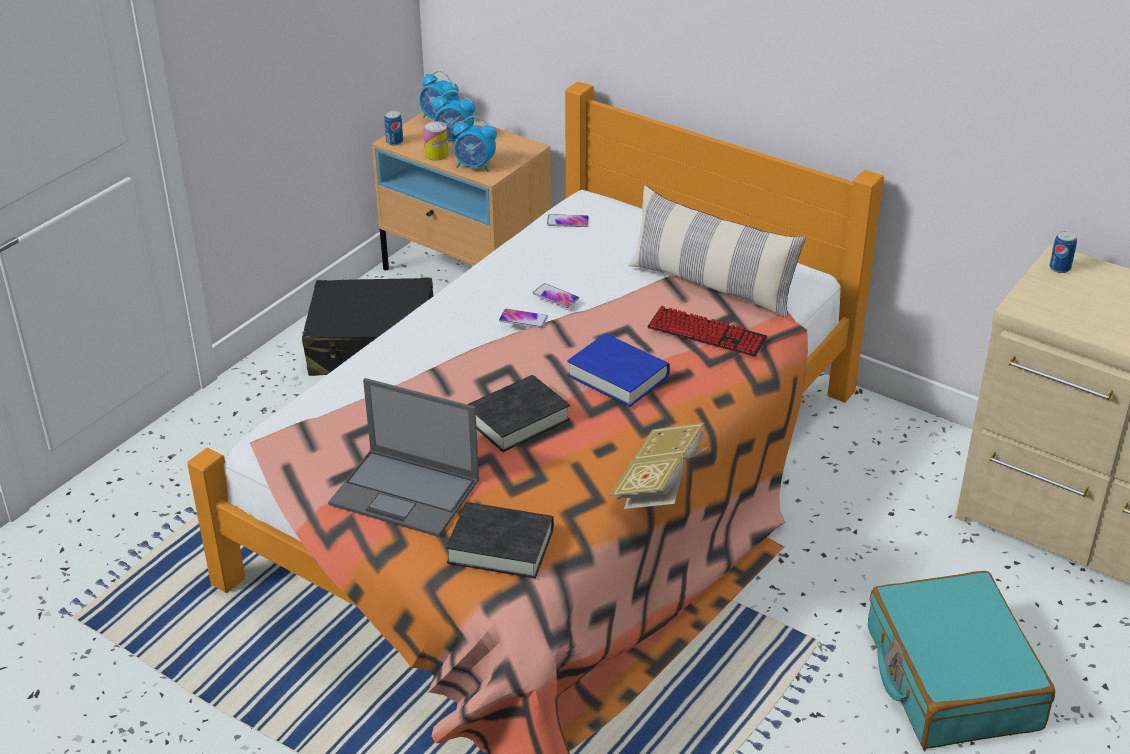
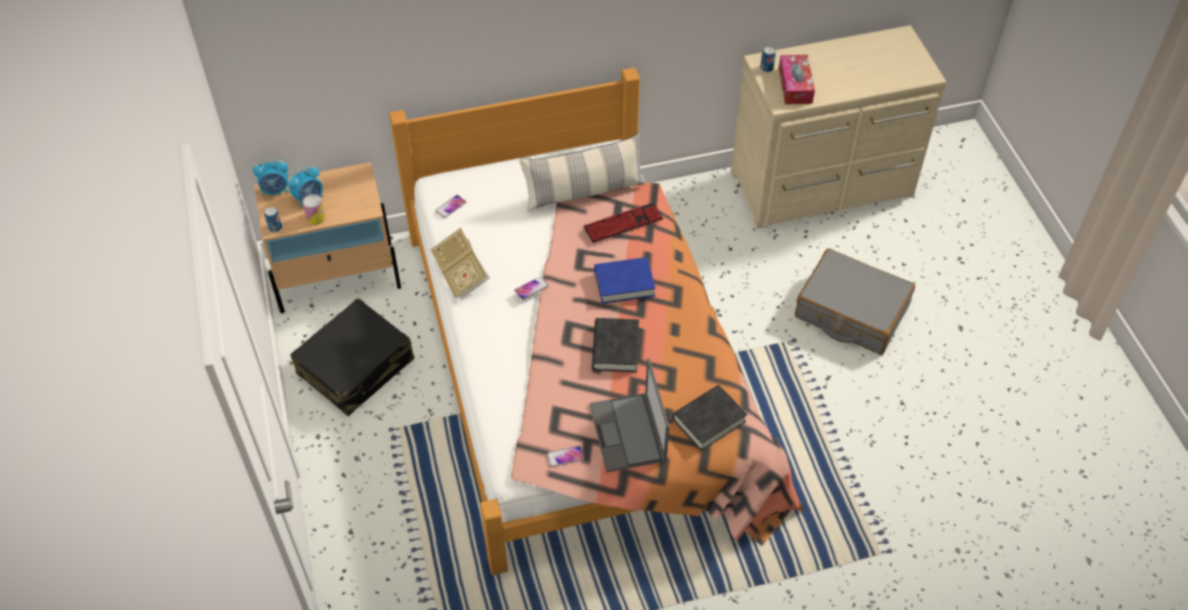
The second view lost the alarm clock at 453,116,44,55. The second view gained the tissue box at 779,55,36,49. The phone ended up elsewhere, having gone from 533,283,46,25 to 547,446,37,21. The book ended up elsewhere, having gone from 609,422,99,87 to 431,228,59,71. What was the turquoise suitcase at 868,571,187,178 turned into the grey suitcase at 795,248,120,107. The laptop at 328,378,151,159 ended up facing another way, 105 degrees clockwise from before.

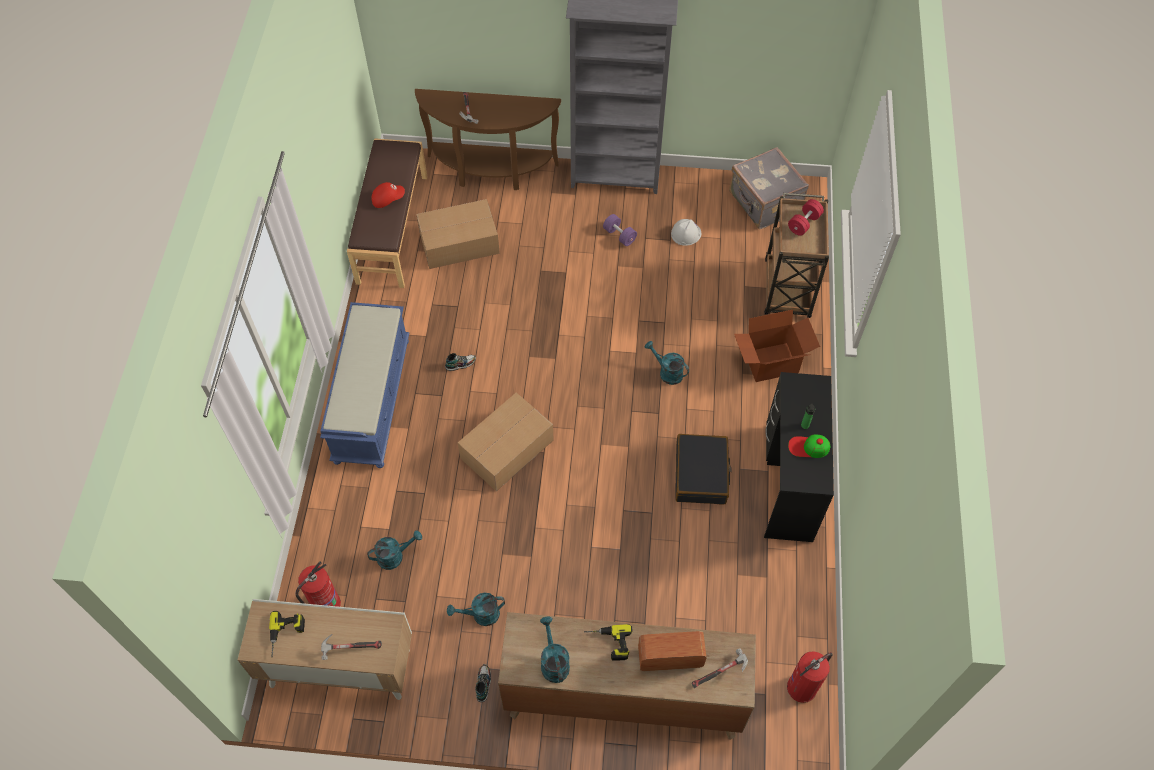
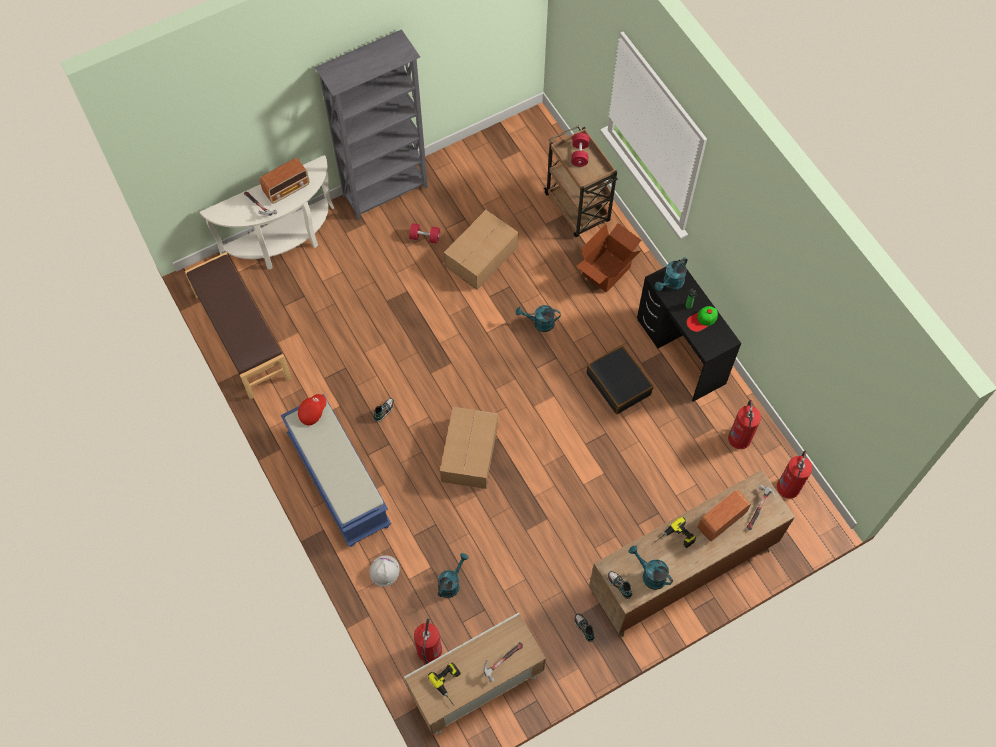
The second view lost the grey suitcase at 729,147,80,82. The second view gained the radio at 260,158,49,46. The second view gained the shoe at 607,571,25,28. The second view gained the fire extinguisher at 728,400,33,49. The red cap ended up elsewhere, having gone from 372,182,33,26 to 298,394,29,31. The cardboard box ended up elsewhere, having gone from 416,199,84,70 to 444,210,75,80. The turquoise watering can ended up elsewhere, having gone from 447,593,58,33 to 655,257,33,34. The white hard hat ended up elsewhere, having gone from 671,219,30,27 to 369,555,31,32. What was the brown console table at 415,89,146,101 turned into the white console table at 200,155,134,114. What was the purple dumbbell at 603,214,34,32 turned into the red dumbbell at 409,223,31,21.

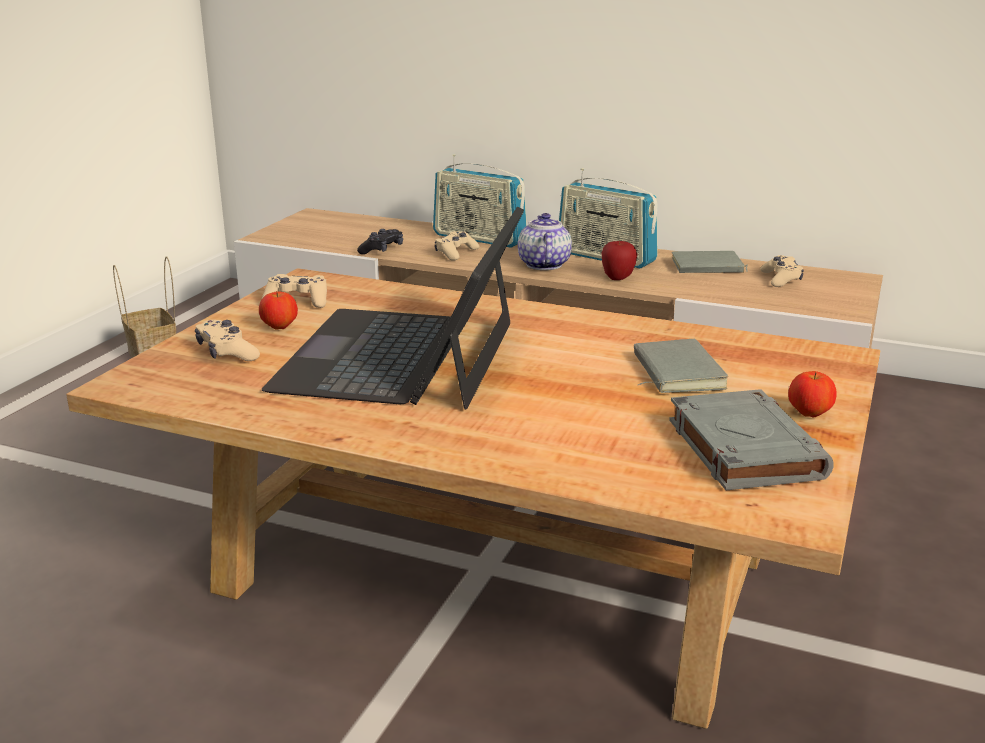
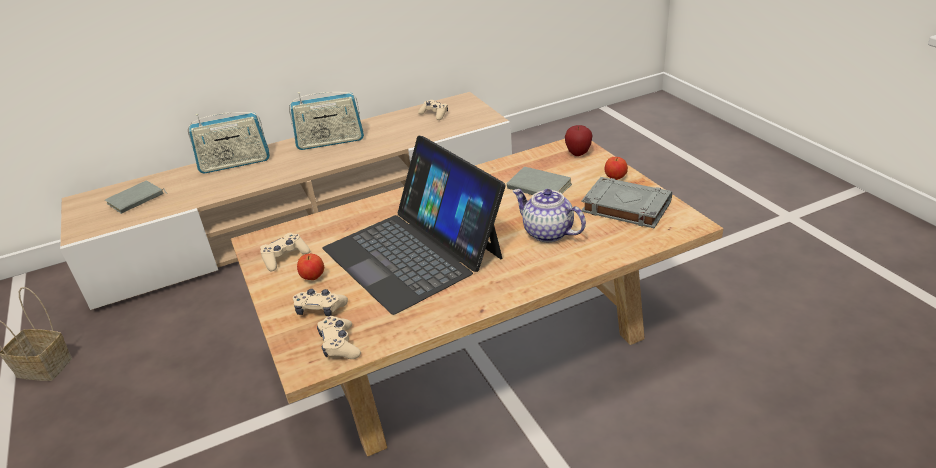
The second view lost the black game controller at 357,229,46,25. The beige game controller ended up elsewhere, having gone from 435,231,44,30 to 317,316,44,43. The teapot ended up elsewhere, having gone from 518,213,54,57 to 513,189,73,53. The apple ended up elsewhere, having gone from 601,240,36,40 to 565,125,28,31. The grey book ended up elsewhere, having gone from 672,251,76,22 to 105,181,63,33.

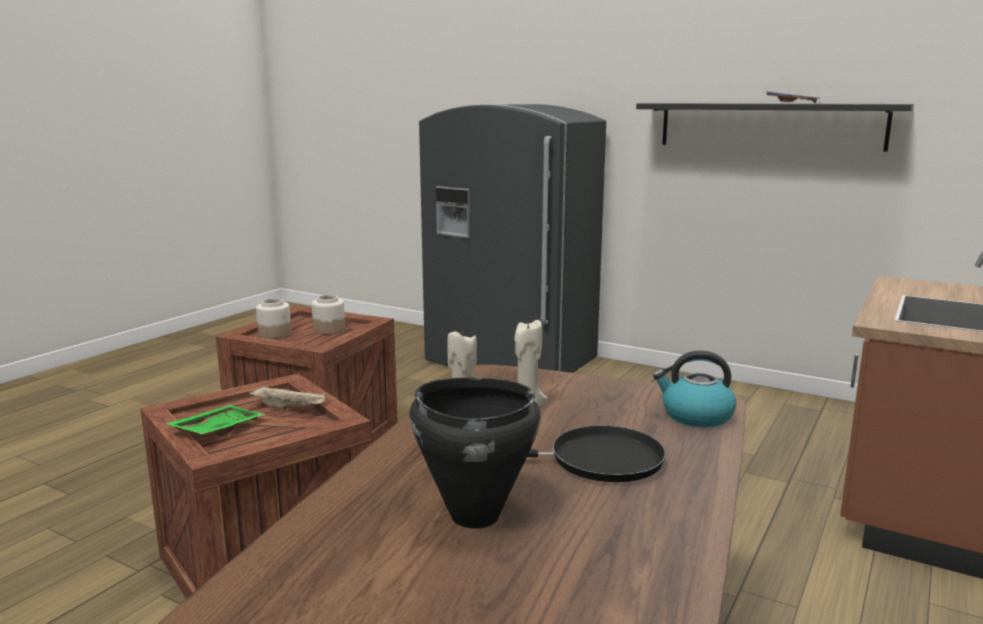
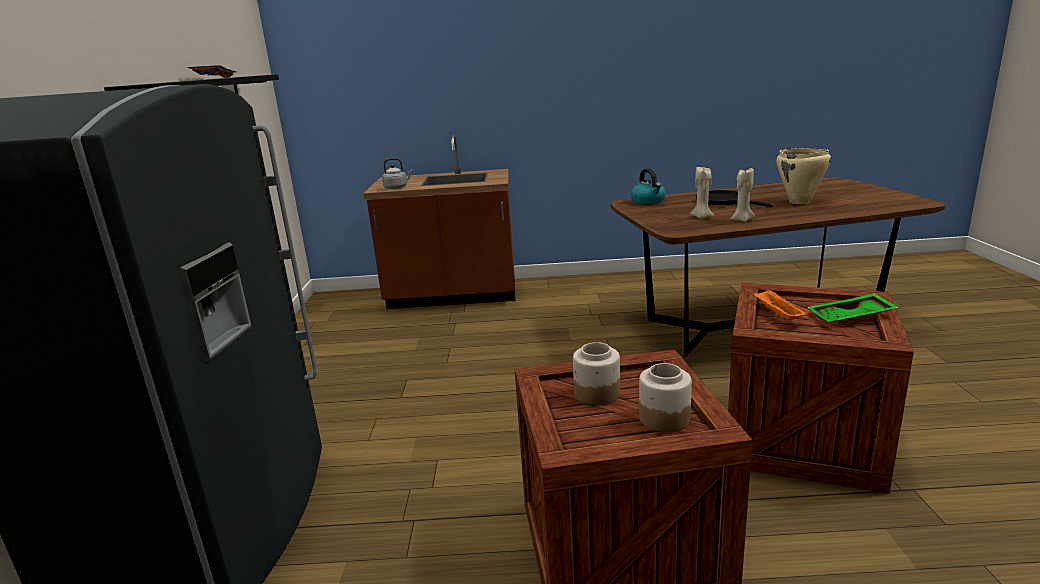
The second view gained the grey kettle at 382,158,31,31. What was the beige tray at 249,386,78,24 turned into the orange tray at 752,289,57,31. What was the black cooking pot at 409,377,132,152 turned into the beige cooking pot at 776,148,55,56.

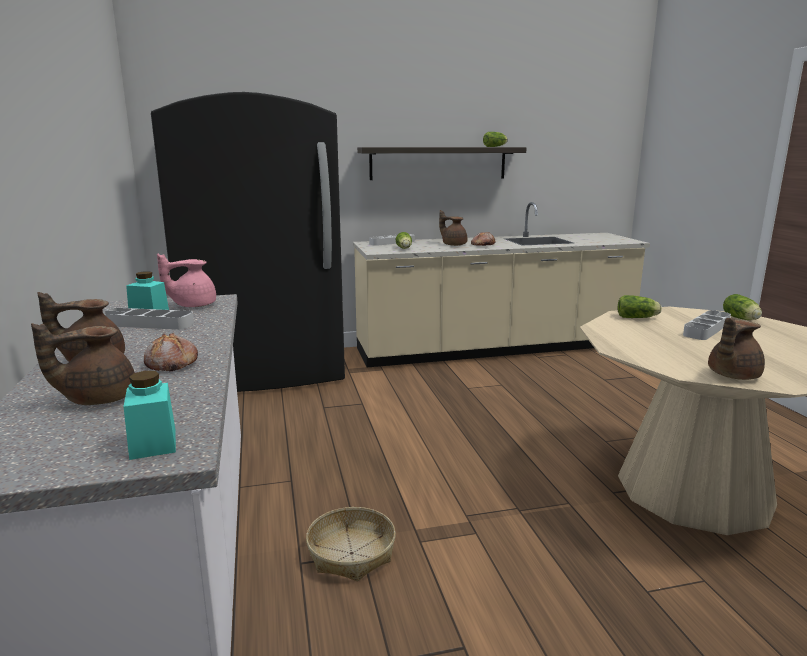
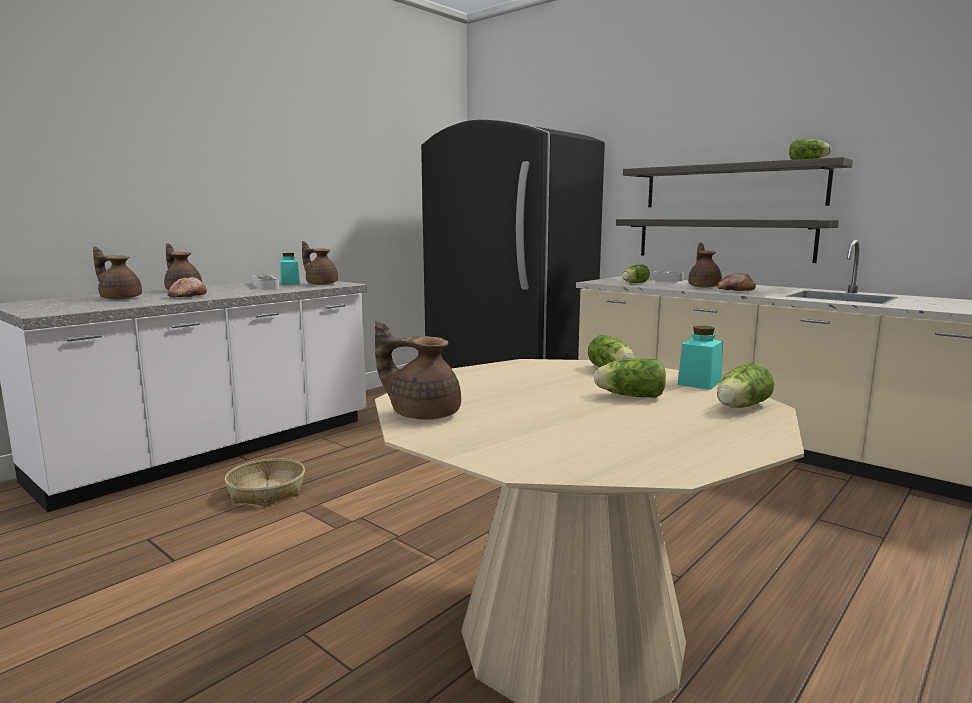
The second view gained the shelf at 616,219,223,44. The turquoise jar ended up elsewhere, having gone from 124,371,52,89 to 678,326,45,64. Where the grey tray stood at 683,310,48,30, the lettuce came to stand at 594,358,72,40. What was the pink teapot at 157,254,59,53 turned into the brown teapot at 302,241,36,44.

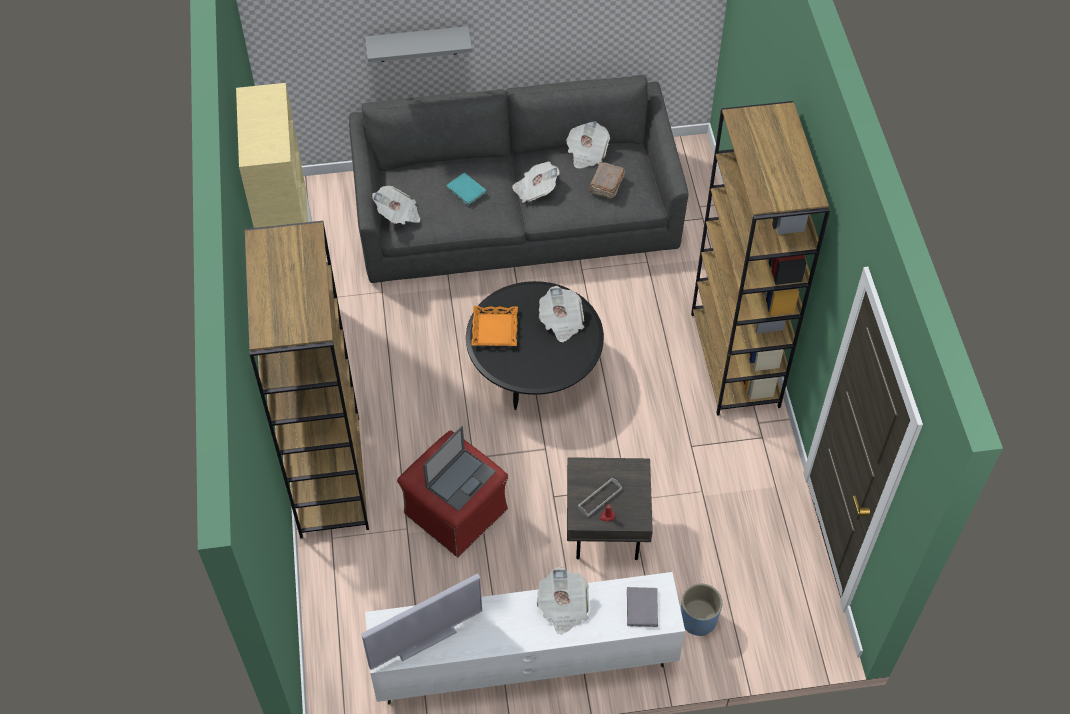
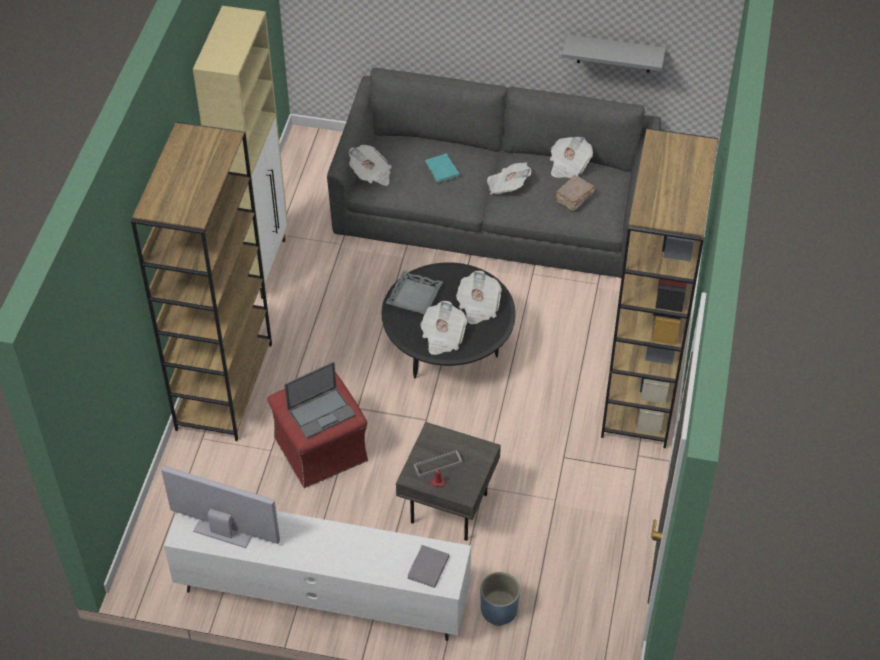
The grey shelf ended up elsewhere, having gone from 365,26,107,36 to 562,34,104,39. The newspaper ended up elsewhere, having gone from 537,567,53,68 to 420,301,47,54. What was the orange tray at 471,306,47,40 turned into the grey tray at 386,270,57,45. The television at 361,574,121,96 ended up facing another way, 150 degrees counterclockwise from before.

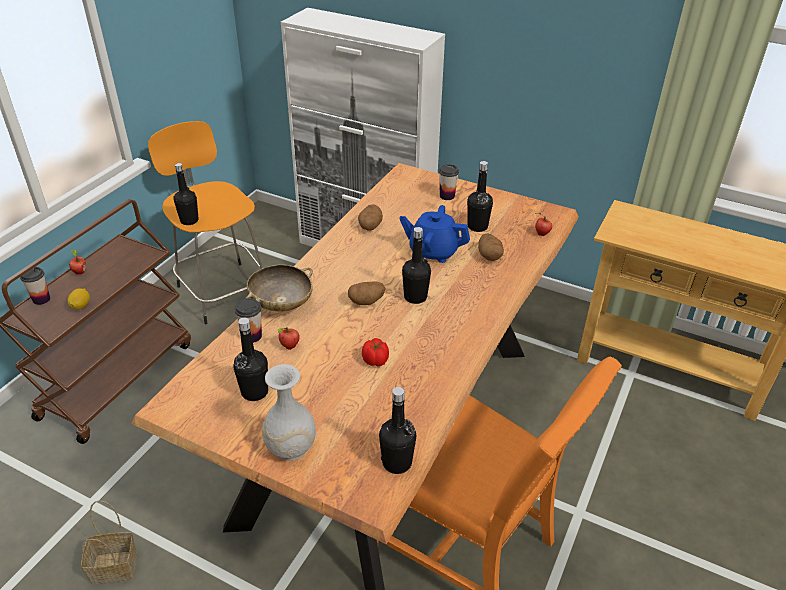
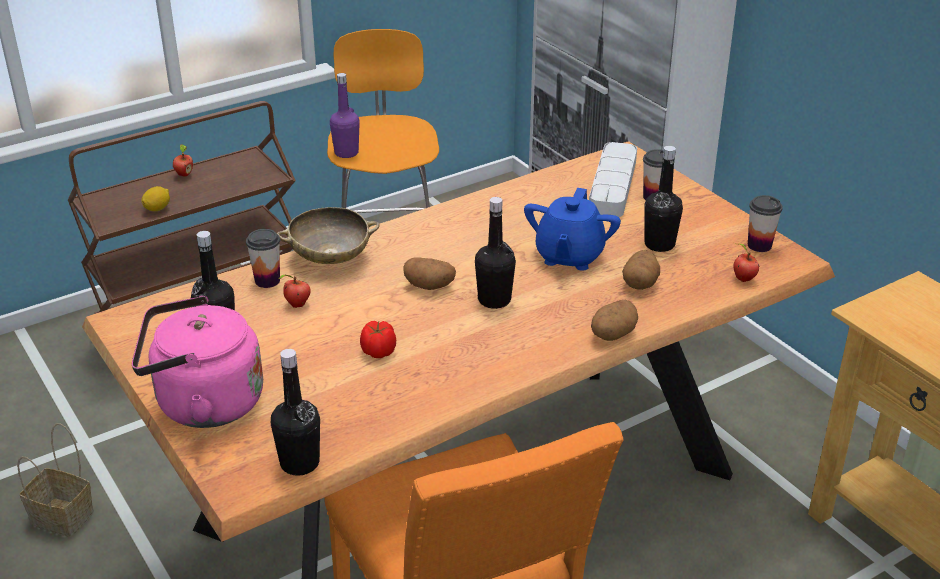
The second view gained the grey tray at 589,142,48,75. The cup ended up elsewhere, having gone from 20,267,30,38 to 748,195,35,57. The potato ended up elsewhere, having gone from 358,204,25,26 to 591,300,47,41. Where the white vase stood at 262,364,54,97, the pink kettle came to stand at 132,296,131,132. What was the black bottle at 174,163,25,62 turned into the purple bottle at 330,73,30,85. The blue teapot at 399,205,71,58 ended up facing another way, 120 degrees counterclockwise from before.

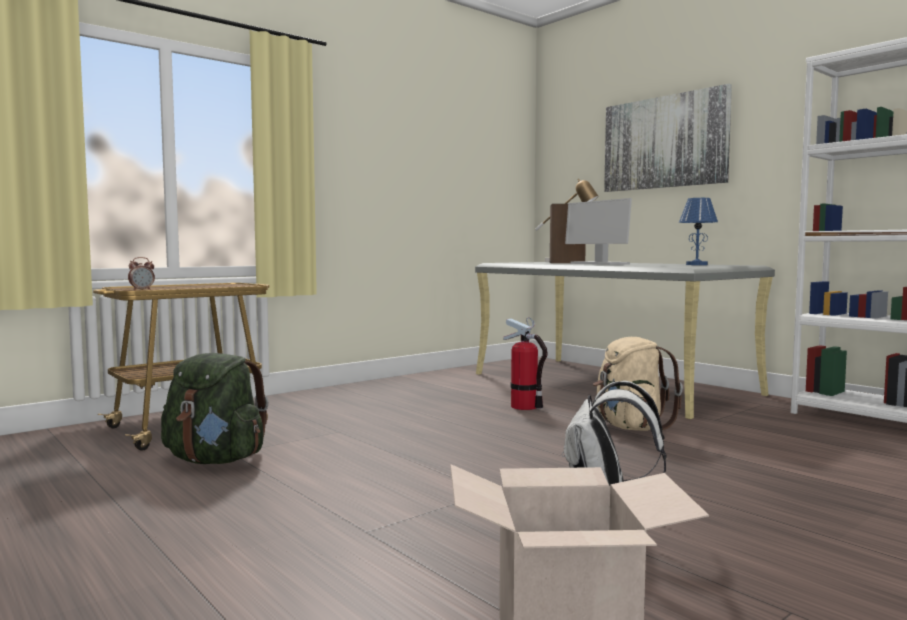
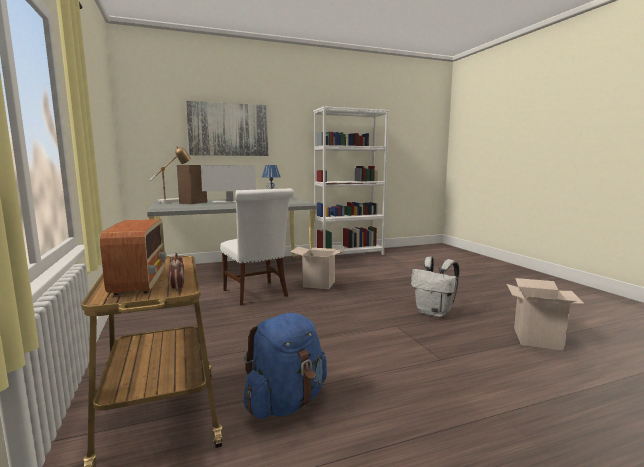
The second view gained the radio at 100,219,66,76. Where the fire extinguisher stood at 504,317,43,93, the white chair came to stand at 220,188,74,117. Where the beige backpack stood at 593,337,90,94, the cardboard box came to stand at 290,246,57,43. What was the green backpack at 161,353,107,111 turned into the blue backpack at 243,313,84,106.

